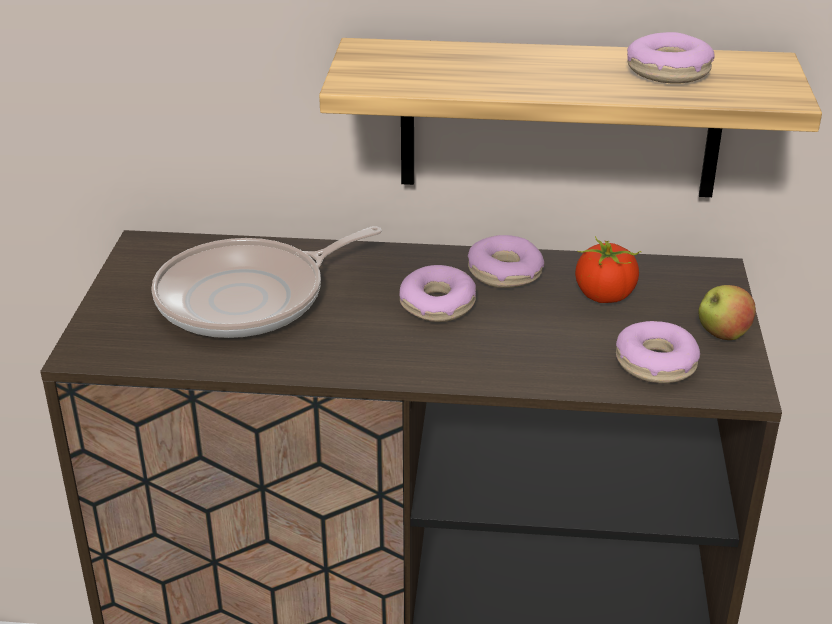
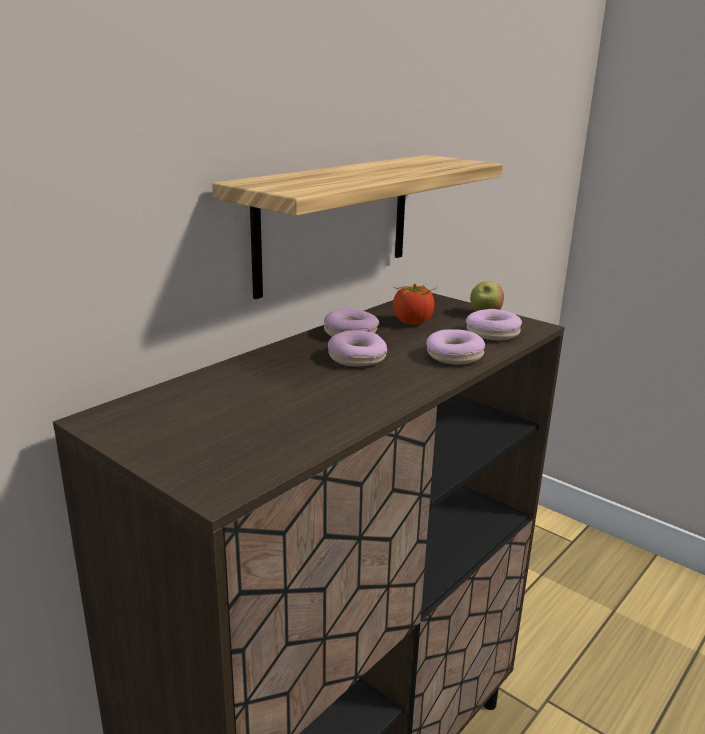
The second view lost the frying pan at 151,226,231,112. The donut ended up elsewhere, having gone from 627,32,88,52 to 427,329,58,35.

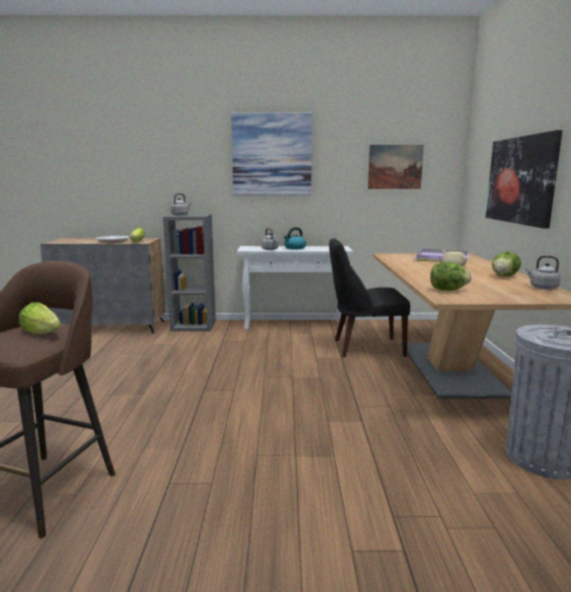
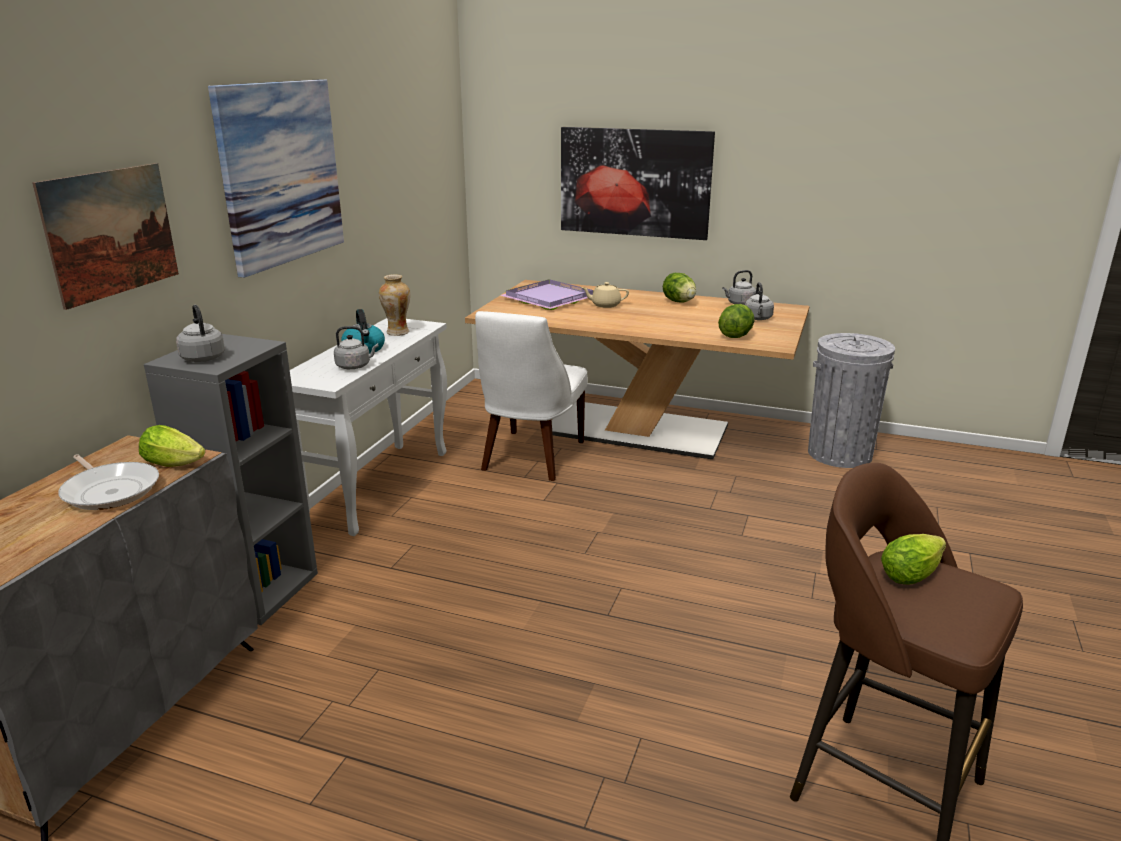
The second view gained the vase at 379,274,31,62. The second view gained the grey kettle at 745,282,29,38. The picture ended up elsewhere, having gone from 368,145,56,44 to 32,163,147,147. What was the black chair at 329,238,81,119 turned into the white chair at 475,311,113,170.

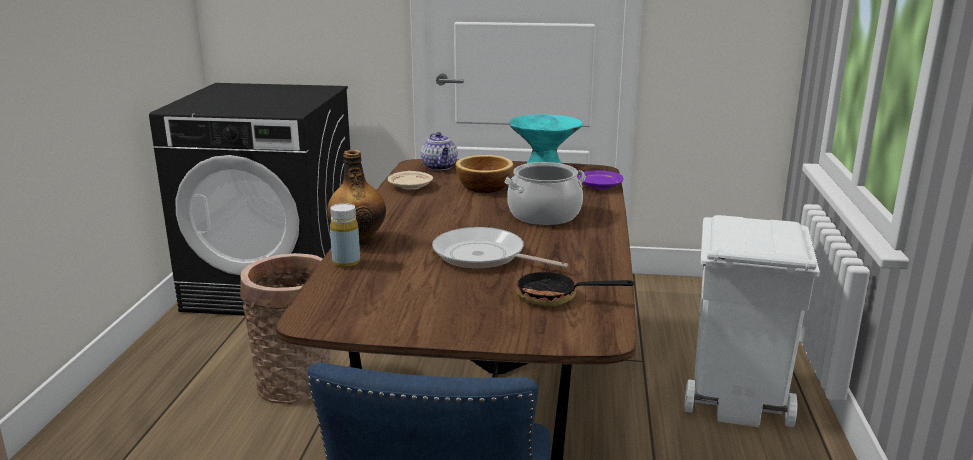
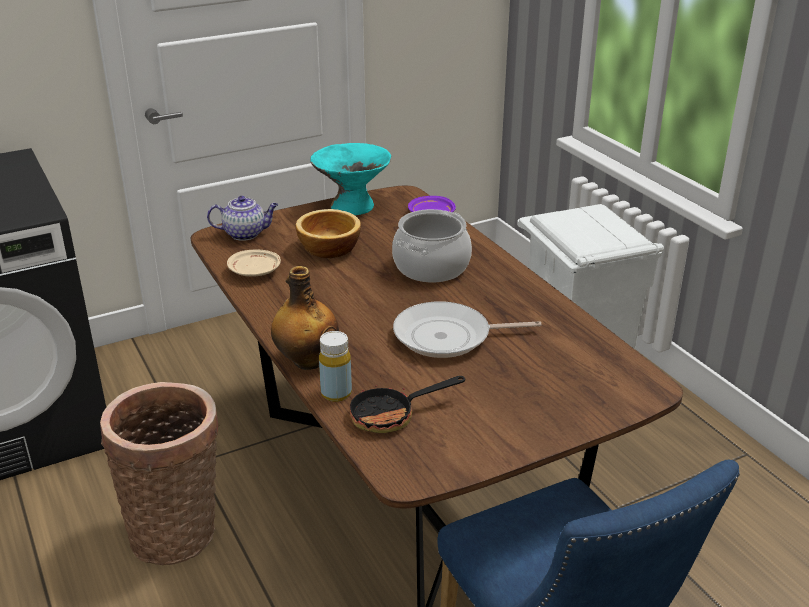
The frying pan ended up elsewhere, having gone from 516,269,118,37 to 350,376,115,57. The teapot at 421,132,37,38 ended up facing another way, 45 degrees counterclockwise from before.

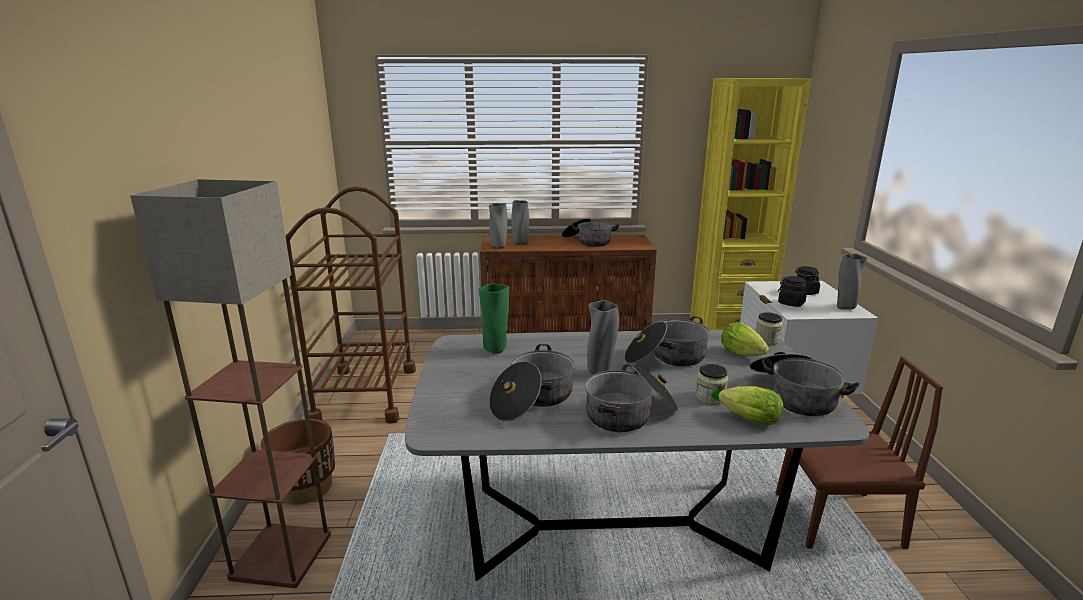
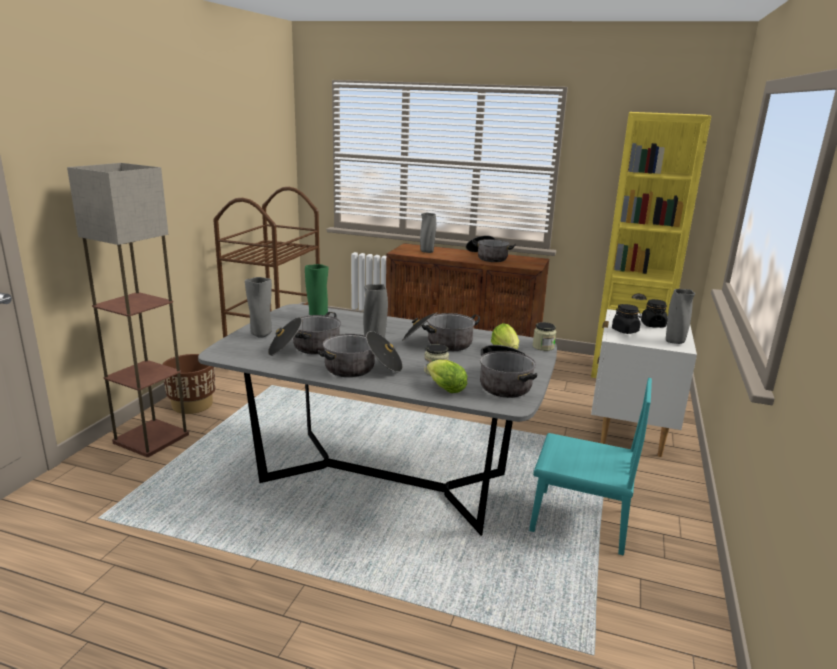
The grey vase ended up elsewhere, having gone from 489,203,18,46 to 245,277,27,61. What was the brown chair at 776,356,167,193 turned into the turquoise chair at 529,378,123,177.

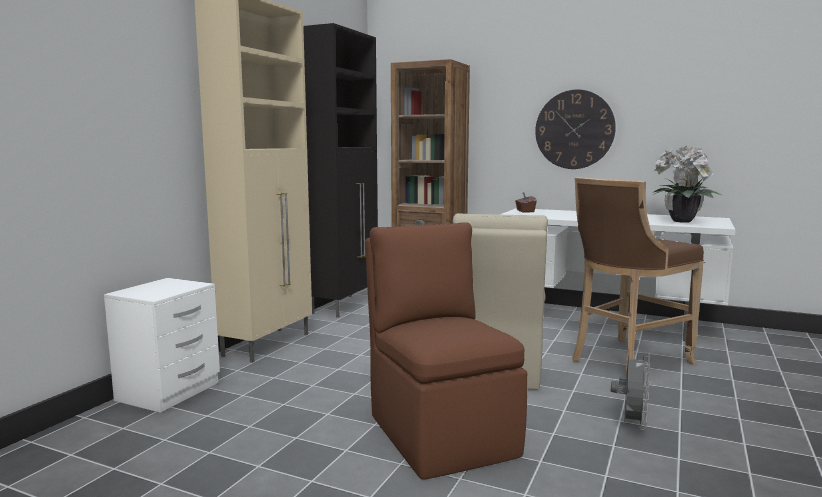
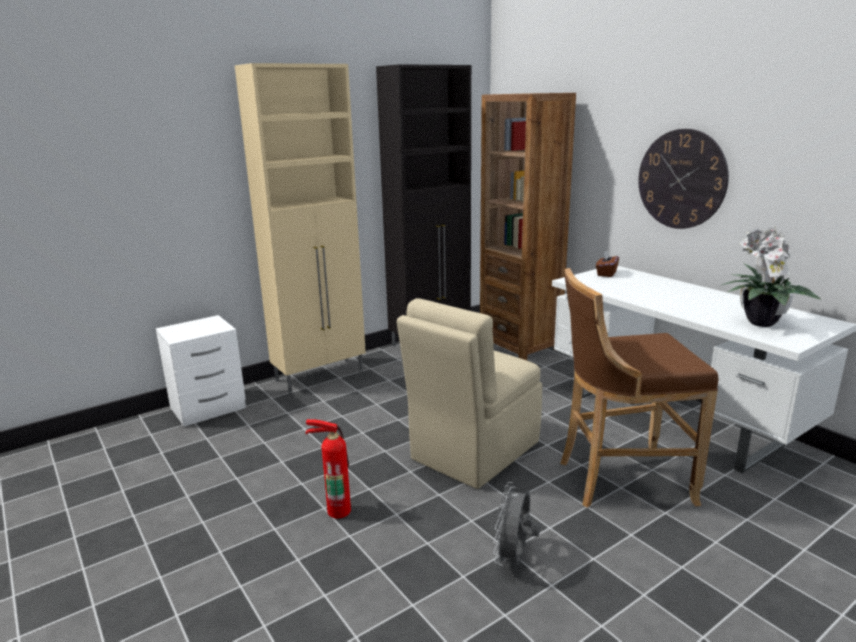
Where the brown chair stood at 365,222,162,258, the fire extinguisher came to stand at 305,419,46,99. The grey fan at 611,352,39,78 ended up facing another way, 150 degrees clockwise from before.

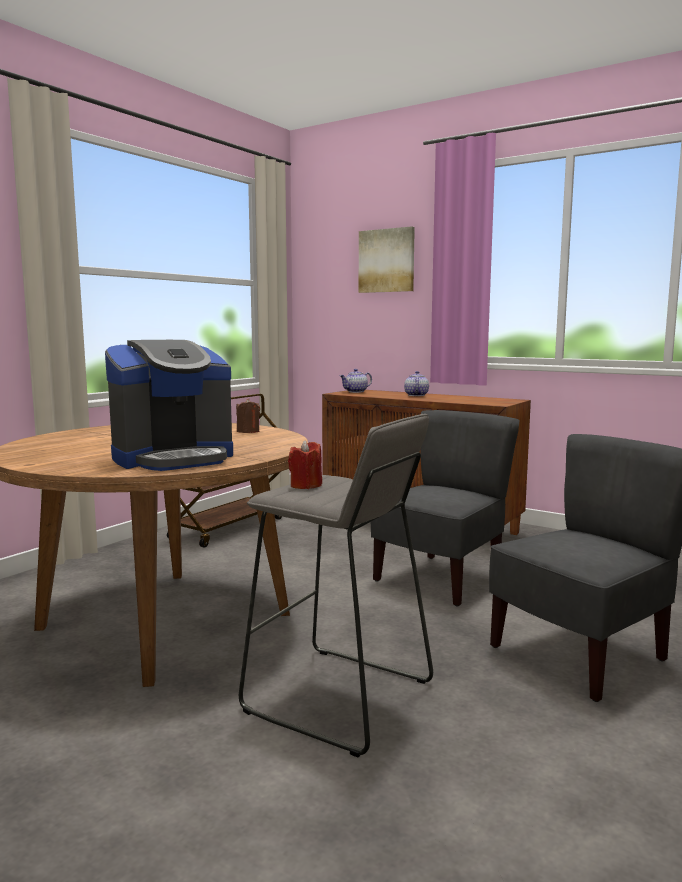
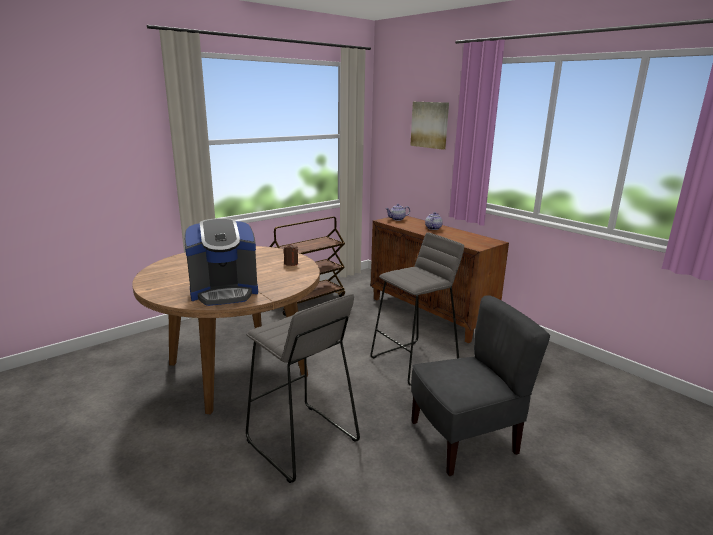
The second view lost the red candle at 288,440,34,49. Where the grey chair stood at 371,410,148,196, the grey stool came to stand at 370,232,94,154.

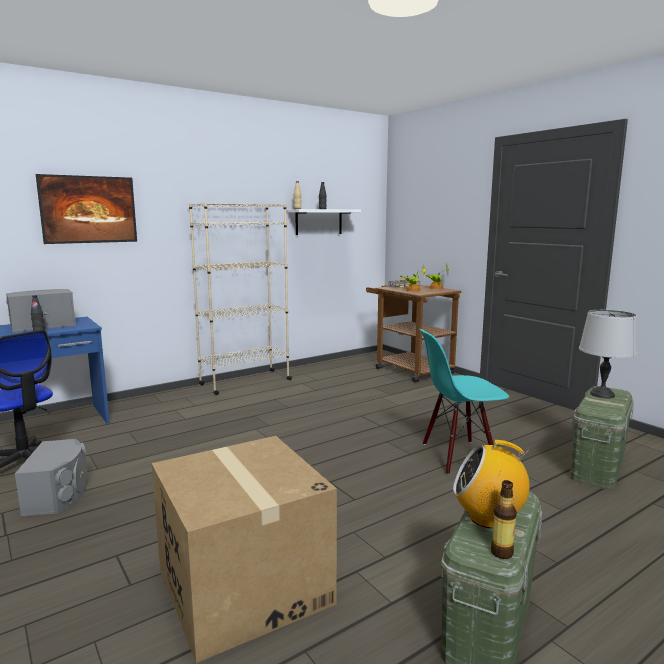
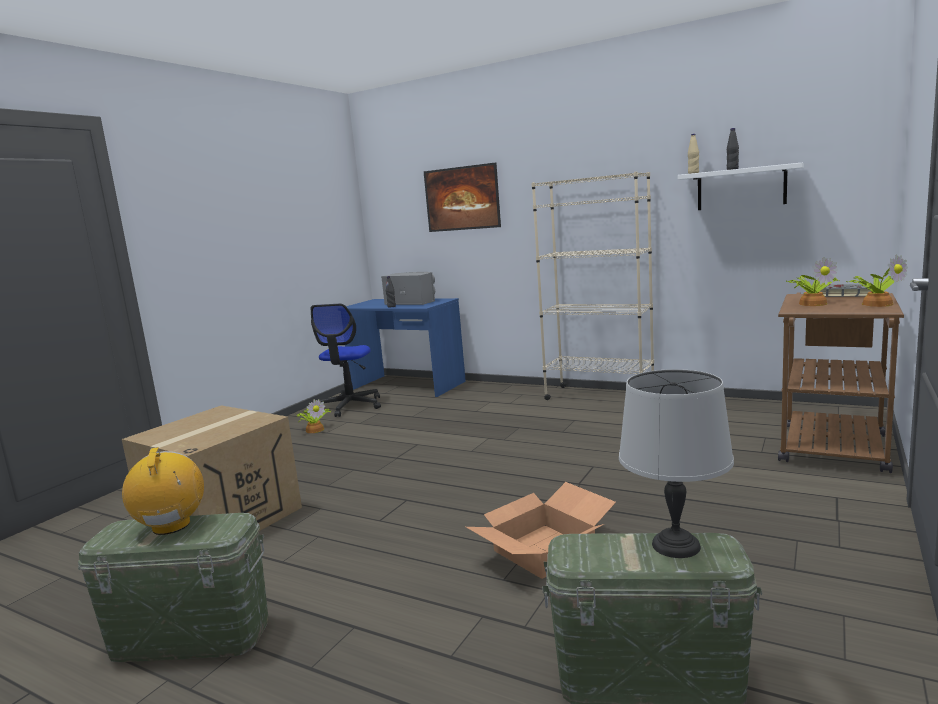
The second view lost the bottle at 491,480,26,79. Where the grey speaker stood at 15,439,73,77, the potted plant came to stand at 296,399,35,34. Where the turquoise chair stood at 419,329,90,146, the cardboard box came to stand at 466,482,150,97.

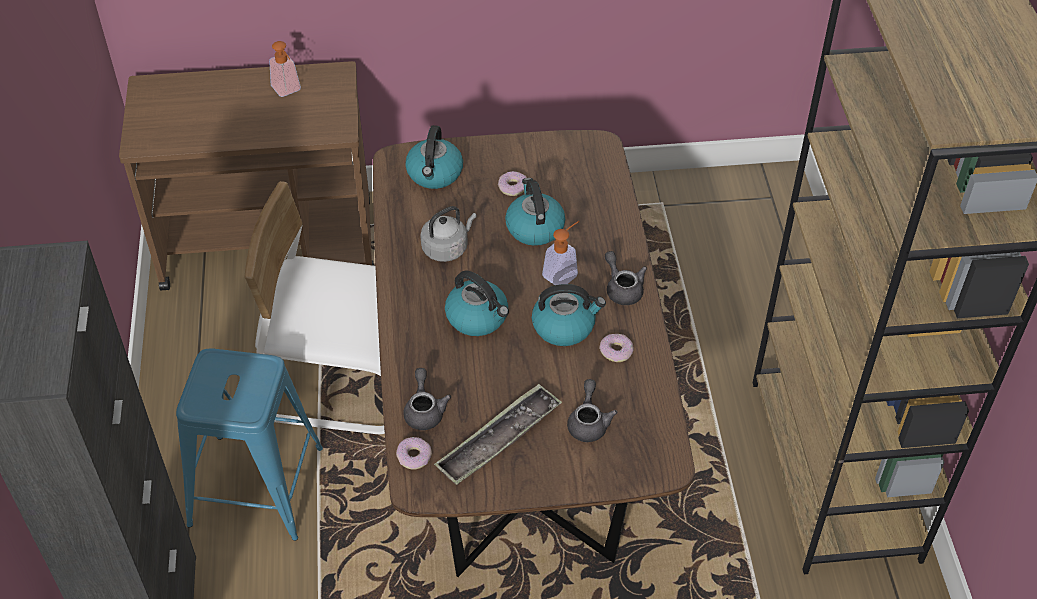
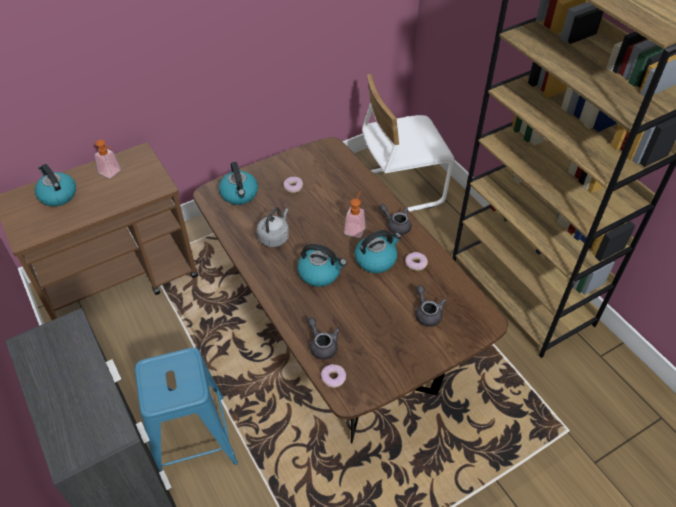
The second view lost the tray at 434,384,128,101. The white chair ended up elsewhere, having gone from 244,181,141,253 to 362,74,93,138. The kettle ended up elsewhere, having gone from 505,178,60,68 to 35,164,41,42.

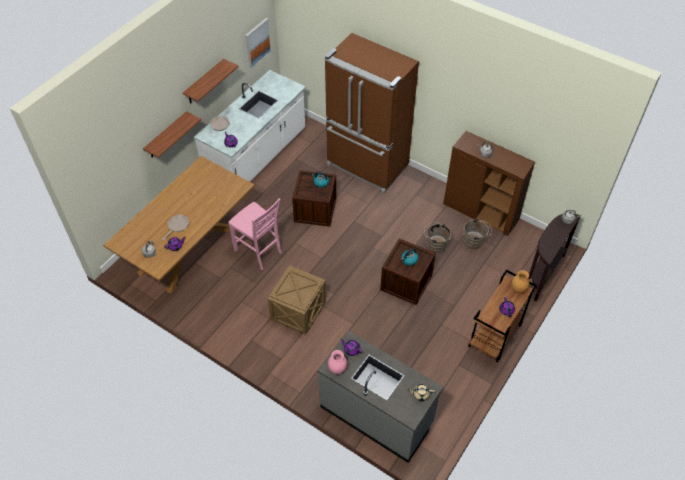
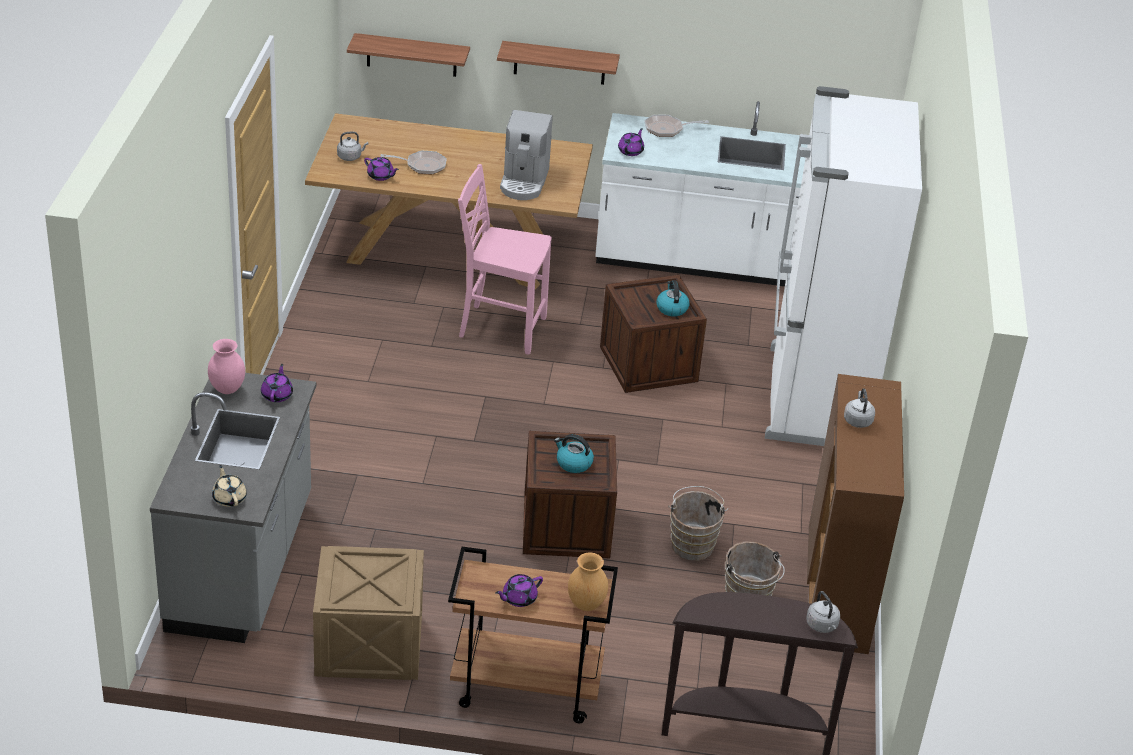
The second view lost the picture at 245,18,26,51. The second view gained the coffee machine at 500,110,53,90. The shelf ended up elsewhere, having gone from 183,59,56,44 to 347,33,123,44. The crate ended up elsewhere, having gone from 268,265,58,70 to 313,546,111,134. What was the brown fridge at 325,33,94,161 turned into the white fridge at 765,86,157,360. The pink chair at 228,198,54,72 ended up facing another way, 90 degrees clockwise from before.

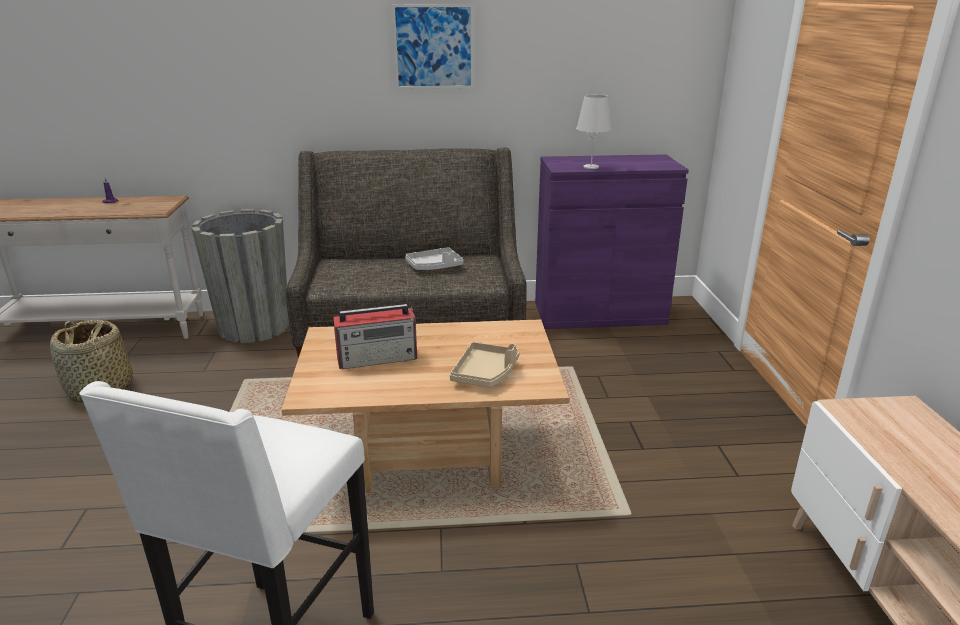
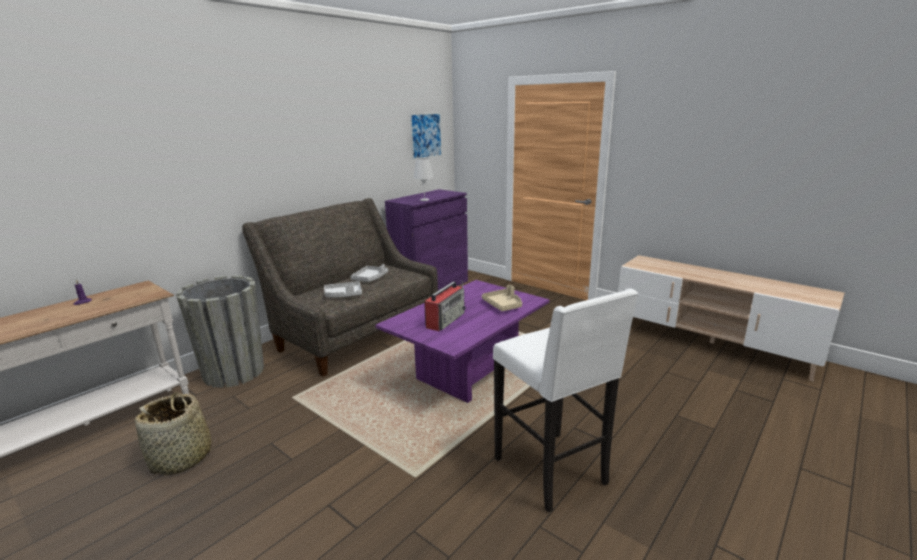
The second view gained the grey tray at 324,281,38,16. The picture ended up elsewhere, having gone from 392,4,82,85 to 410,112,32,48. What was the beige coffee table at 282,319,287,174 turned into the purple coffee table at 375,280,174,123.

